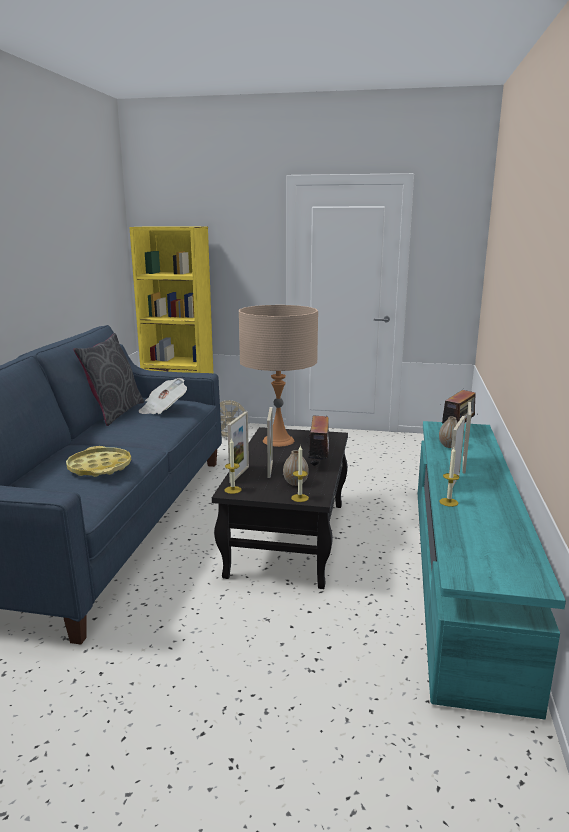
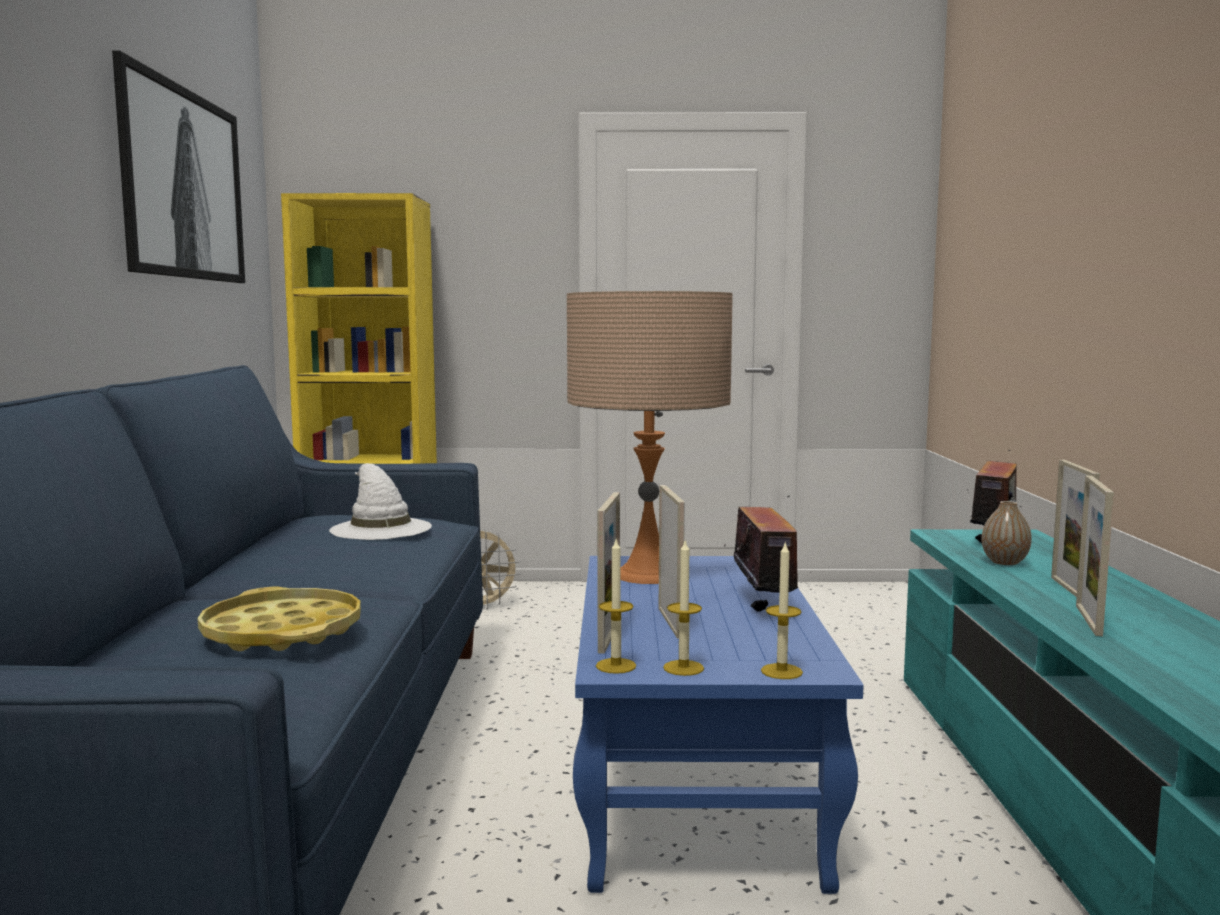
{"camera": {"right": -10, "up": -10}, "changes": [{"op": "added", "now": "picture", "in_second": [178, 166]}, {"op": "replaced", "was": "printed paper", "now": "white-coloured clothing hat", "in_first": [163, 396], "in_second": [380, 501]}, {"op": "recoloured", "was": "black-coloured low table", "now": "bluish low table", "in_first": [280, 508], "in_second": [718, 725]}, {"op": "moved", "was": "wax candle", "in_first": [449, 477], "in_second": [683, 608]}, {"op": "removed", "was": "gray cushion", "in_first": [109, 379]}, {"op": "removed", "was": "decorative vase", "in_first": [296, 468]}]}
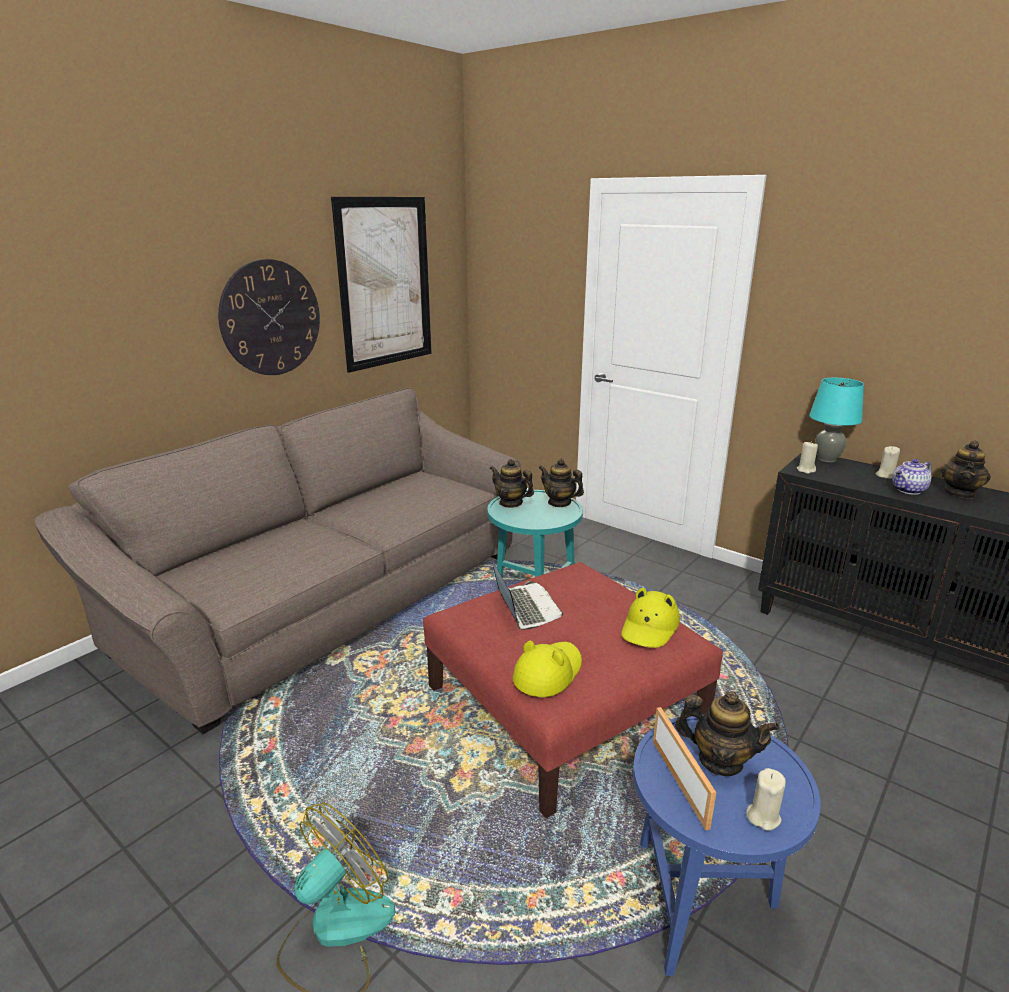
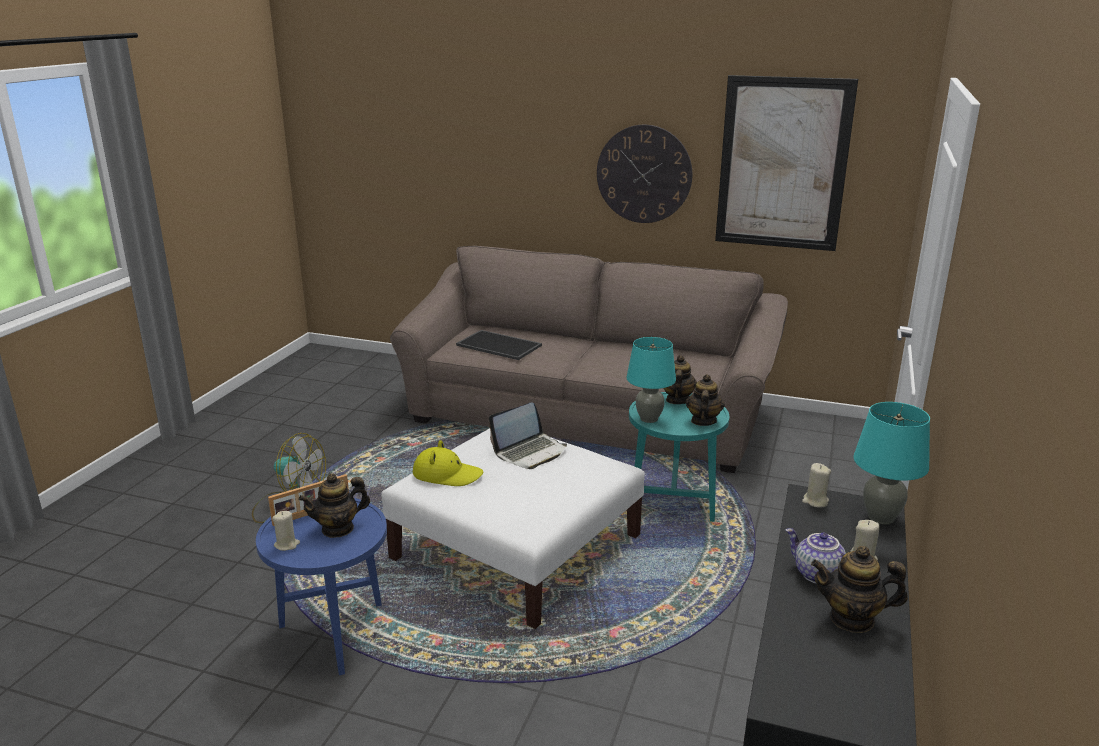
{"camera": {"right": 70, "up": 0}, "changes": [{"op": "turned", "was": "teapot", "in_first": [727, 733], "in_second": [334, 505], "clockwise": 60}, {"op": "recoloured", "was": "reddish ottoman", "now": "white-coloured ottoman", "in_first": [573, 690], "in_second": [513, 528]}, {"op": "added", "now": "carrying tray", "in_second": [499, 345]}, {"op": "added", "now": "blue-green tabletop lamp", "in_second": [651, 380]}, {"op": "removed", "was": "yellow-coloured clothing hat", "in_first": [650, 618]}]}
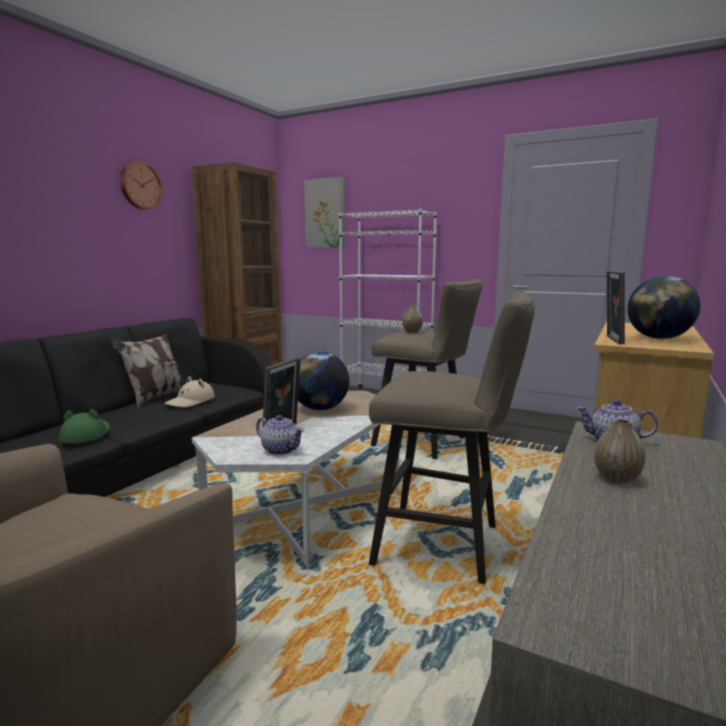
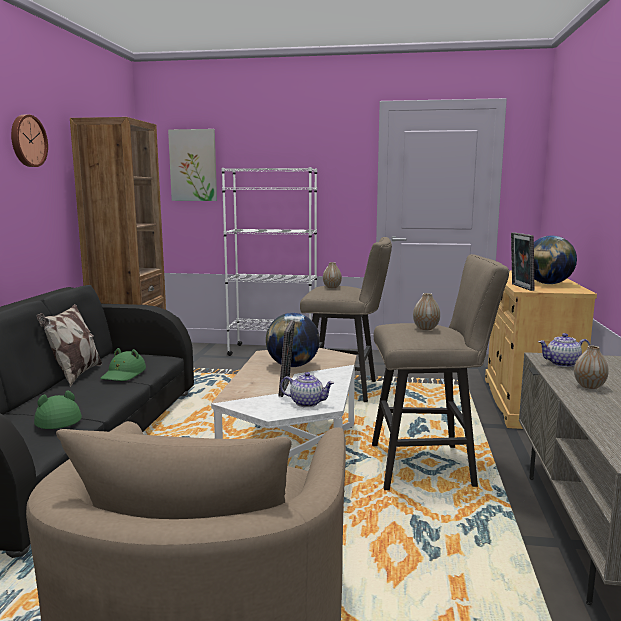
{"camera": {"right": -20, "up": 0}, "changes": [{"op": "recoloured", "was": "sand-coloured clothing hat", "now": "green-coloured clothing hat", "in_first": [189, 392], "in_second": [123, 364]}, {"op": "added", "now": "decorative vase", "in_second": [426, 311]}]}
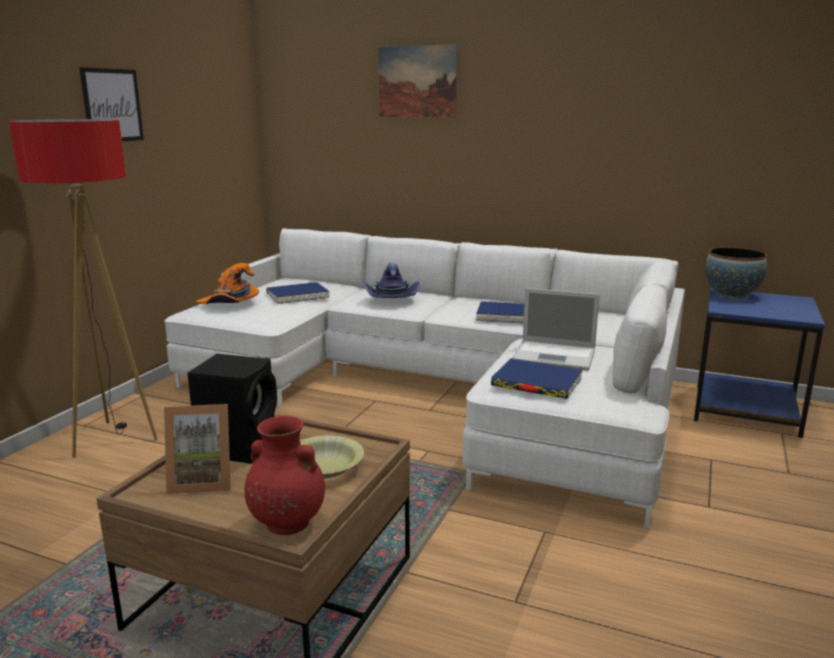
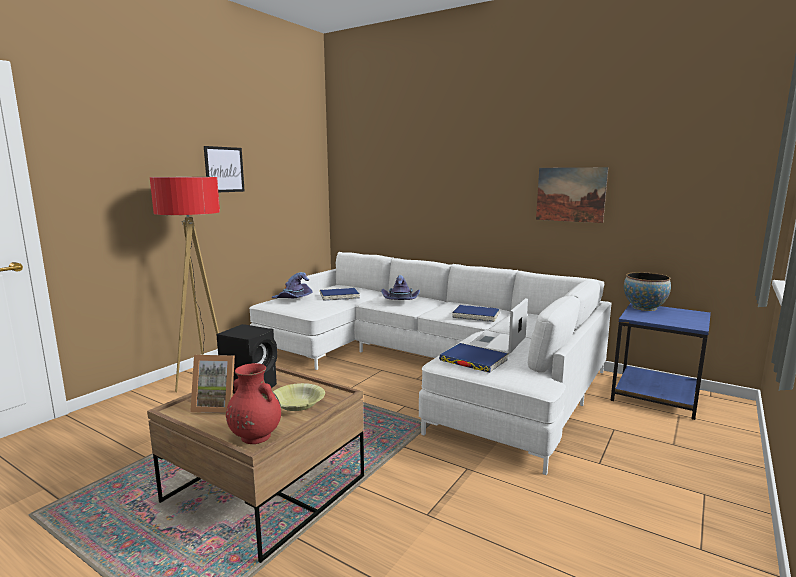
{"camera": {"right": 10, "up": -5}, "changes": [{"op": "recoloured", "was": "orangey clothing hat", "now": "purple clothing hat", "in_first": [227, 283], "in_second": [292, 285]}, {"op": "turned", "was": "notebook computer", "in_first": [556, 329], "in_second": [498, 326], "clockwise": 90}, {"op": "moved", "was": "picture", "in_first": [418, 81], "in_second": [572, 195]}]}
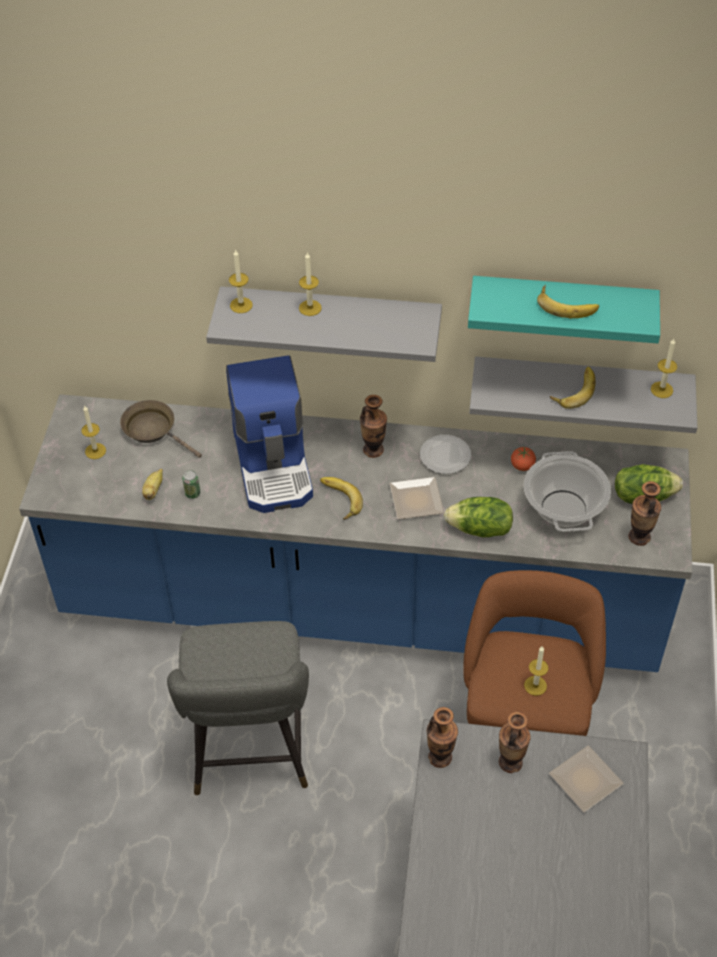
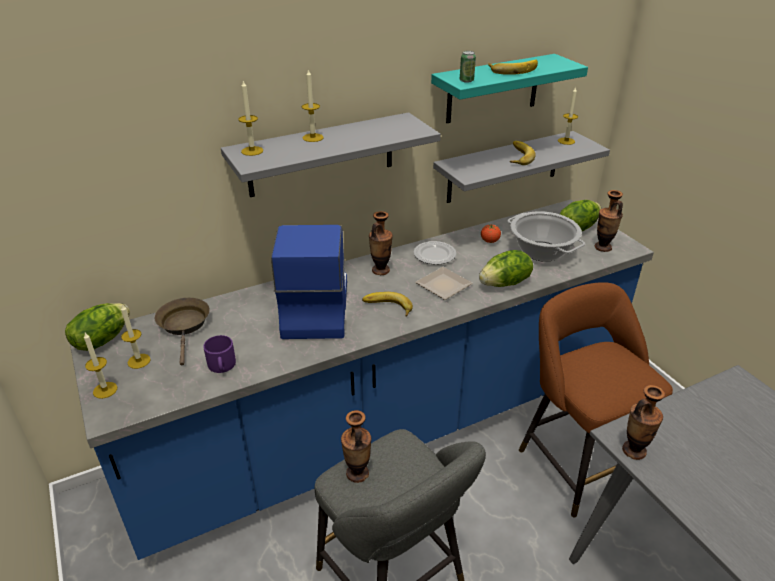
{"camera": {"right": -35, "up": -15}, "changes": [{"op": "added", "now": "lettuce head", "in_second": [97, 327]}, {"op": "moved", "was": "wax candle", "in_first": [536, 671], "in_second": [100, 366]}, {"op": "turned", "was": "brown-coloured skillet", "in_first": [161, 429], "in_second": [182, 331], "clockwise": 75}, {"op": "replaced", "was": "banana fruit", "now": "purple mug", "in_first": [152, 484], "in_second": [219, 354]}, {"op": "turned", "was": "coffee maker", "in_first": [269, 434], "in_second": [309, 282], "clockwise": -135}, {"op": "moved", "was": "decorative vase", "in_first": [515, 742], "in_second": [356, 446]}, {"op": "moved", "was": "metal can", "in_first": [191, 484], "in_second": [468, 67]}, {"op": "removed", "was": "flat dish", "in_first": [586, 779]}]}
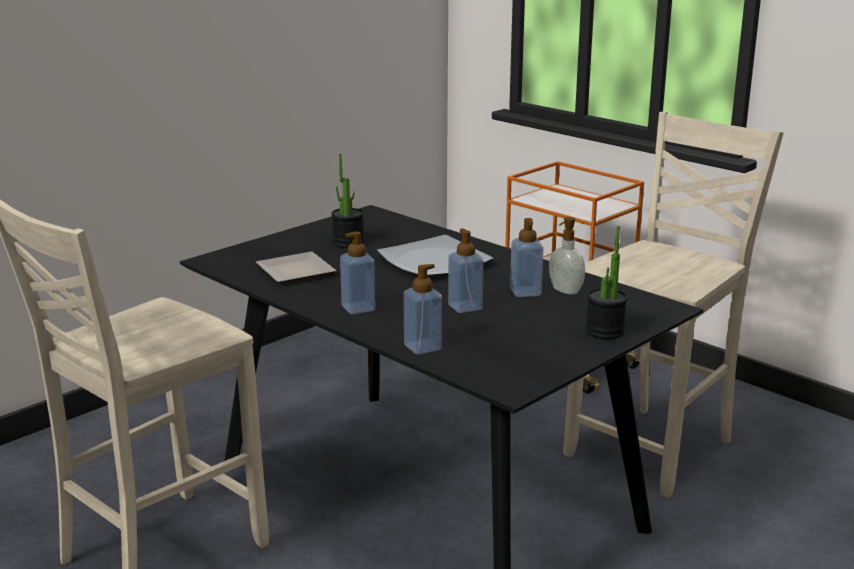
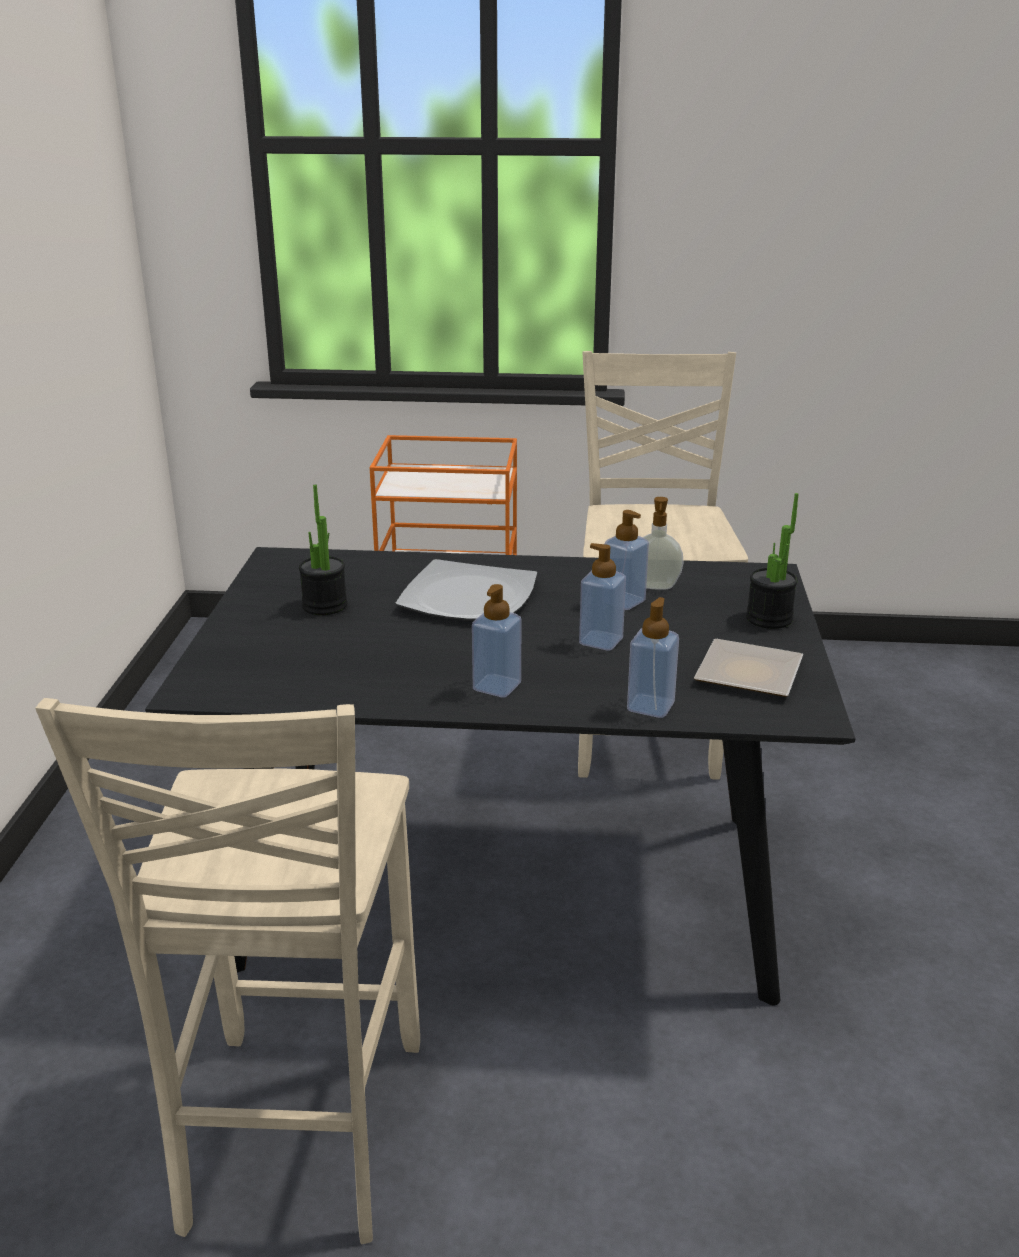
{"camera": {"right": -40, "up": 5}, "changes": [{"op": "moved", "was": "flat dish", "in_first": [296, 267], "in_second": [748, 668]}]}
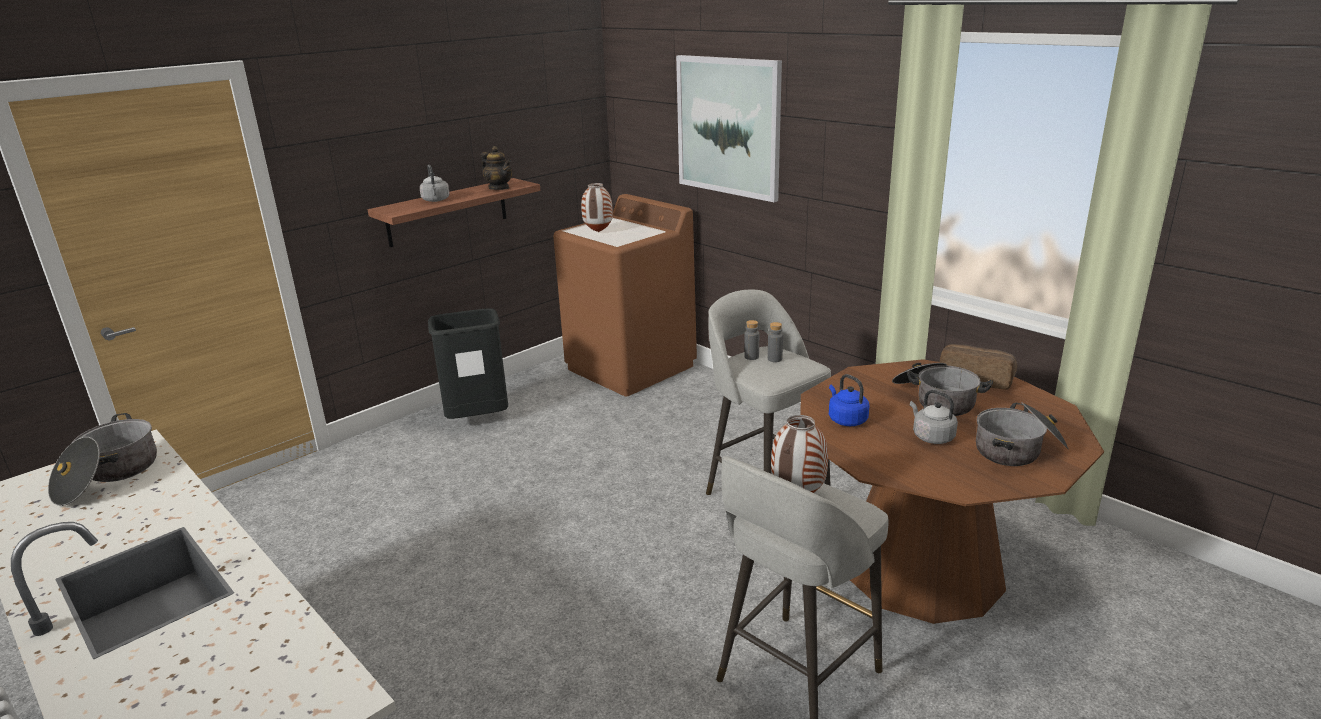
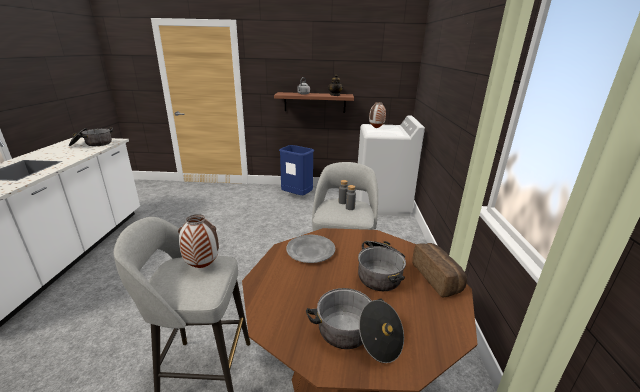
{"camera": {"right": 45, "up": 0}, "changes": [{"op": "recoloured", "was": "black-coloured waste bin", "now": "bluish waste bin", "in_first": [468, 363], "in_second": [296, 170]}, {"op": "replaced", "was": "bluish water kettle", "now": "gray flat dish", "in_first": [849, 400], "in_second": [310, 249]}, {"op": "recoloured", "was": "brown-coloured laundry machine", "now": "white-coloured laundry machine", "in_first": [625, 295], "in_second": [390, 166]}, {"op": "removed", "was": "picture", "in_first": [729, 128]}, {"op": "removed", "was": "gray water kettle", "in_first": [934, 417]}]}
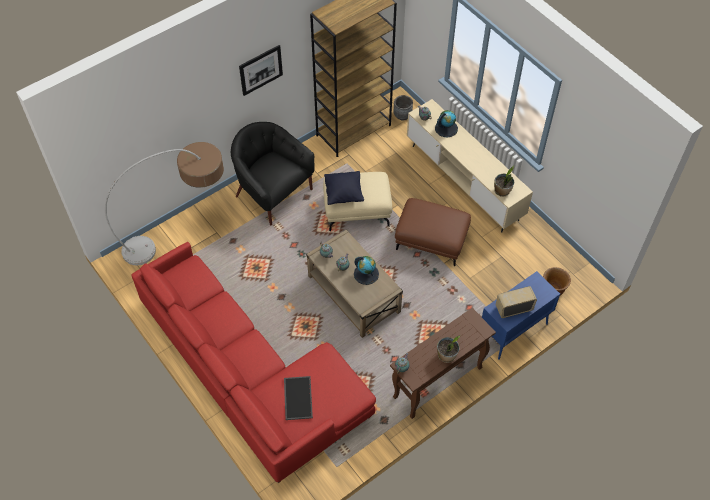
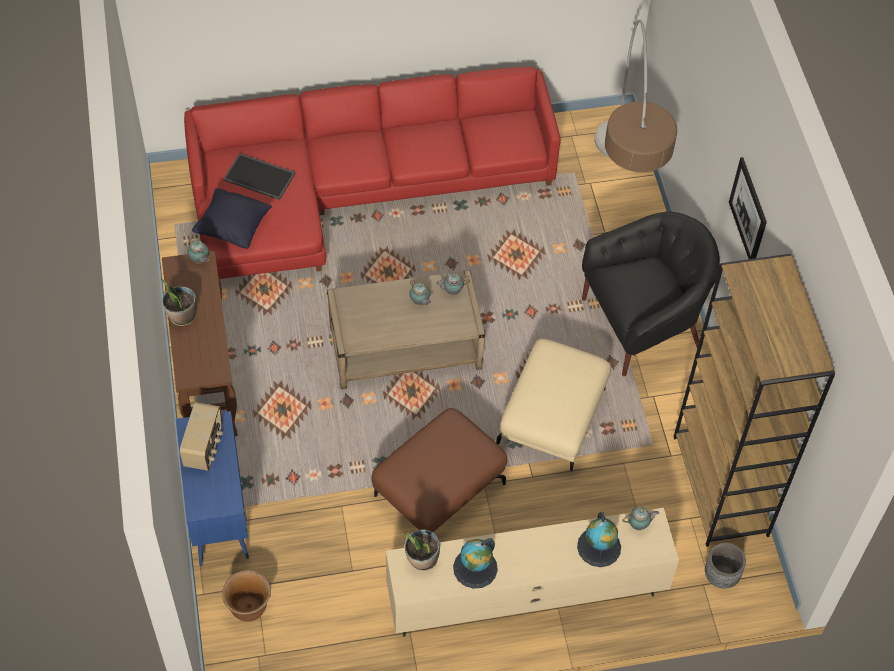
{"camera": {"right": 115, "up": 0}, "changes": [{"op": "moved", "was": "black-coloured cushion", "in_first": [344, 188], "in_second": [232, 218]}, {"op": "moved", "was": "desk globe", "in_first": [366, 270], "in_second": [475, 563]}]}
